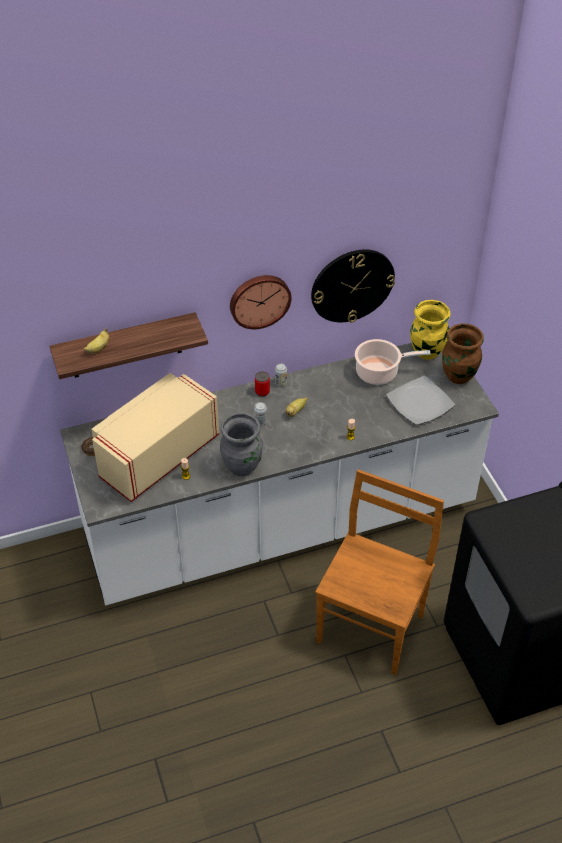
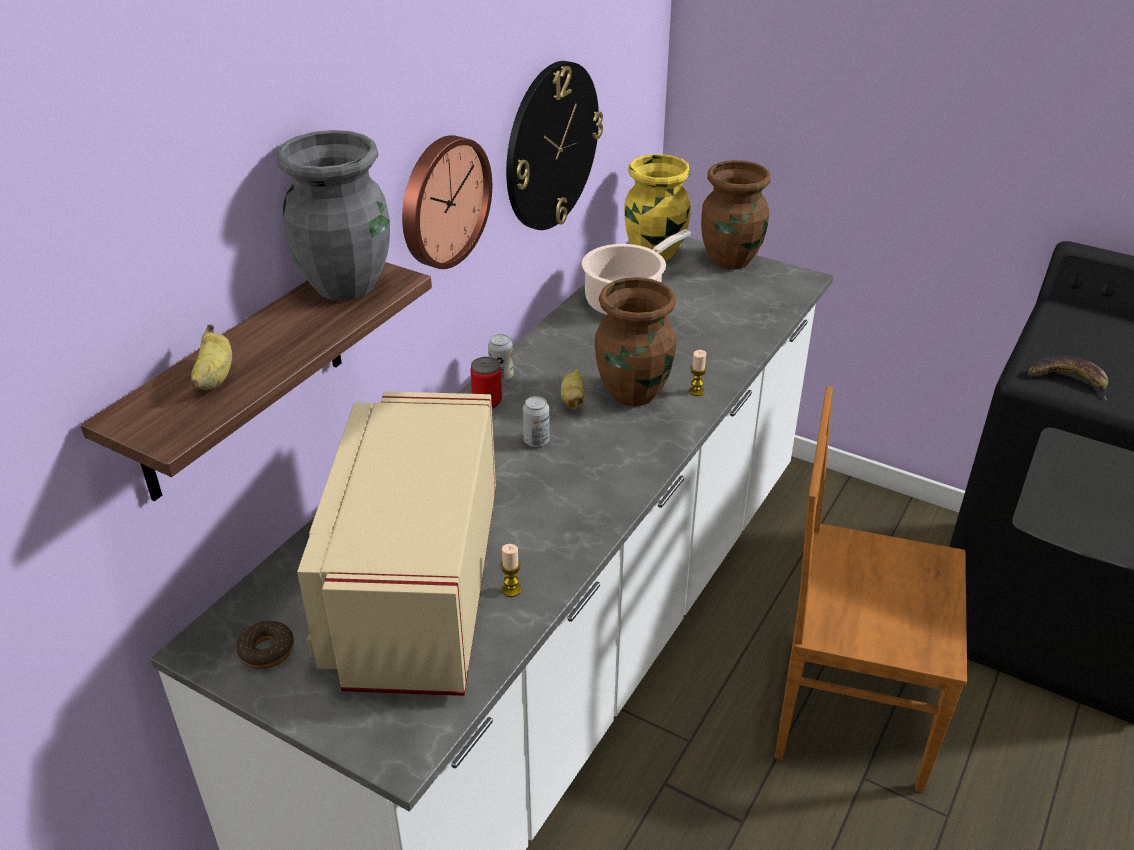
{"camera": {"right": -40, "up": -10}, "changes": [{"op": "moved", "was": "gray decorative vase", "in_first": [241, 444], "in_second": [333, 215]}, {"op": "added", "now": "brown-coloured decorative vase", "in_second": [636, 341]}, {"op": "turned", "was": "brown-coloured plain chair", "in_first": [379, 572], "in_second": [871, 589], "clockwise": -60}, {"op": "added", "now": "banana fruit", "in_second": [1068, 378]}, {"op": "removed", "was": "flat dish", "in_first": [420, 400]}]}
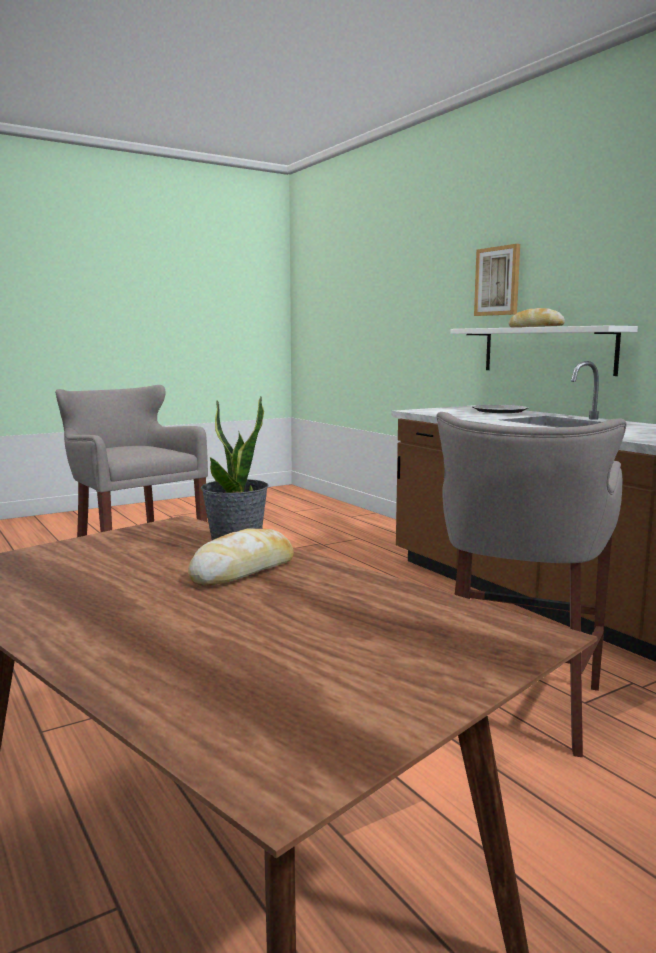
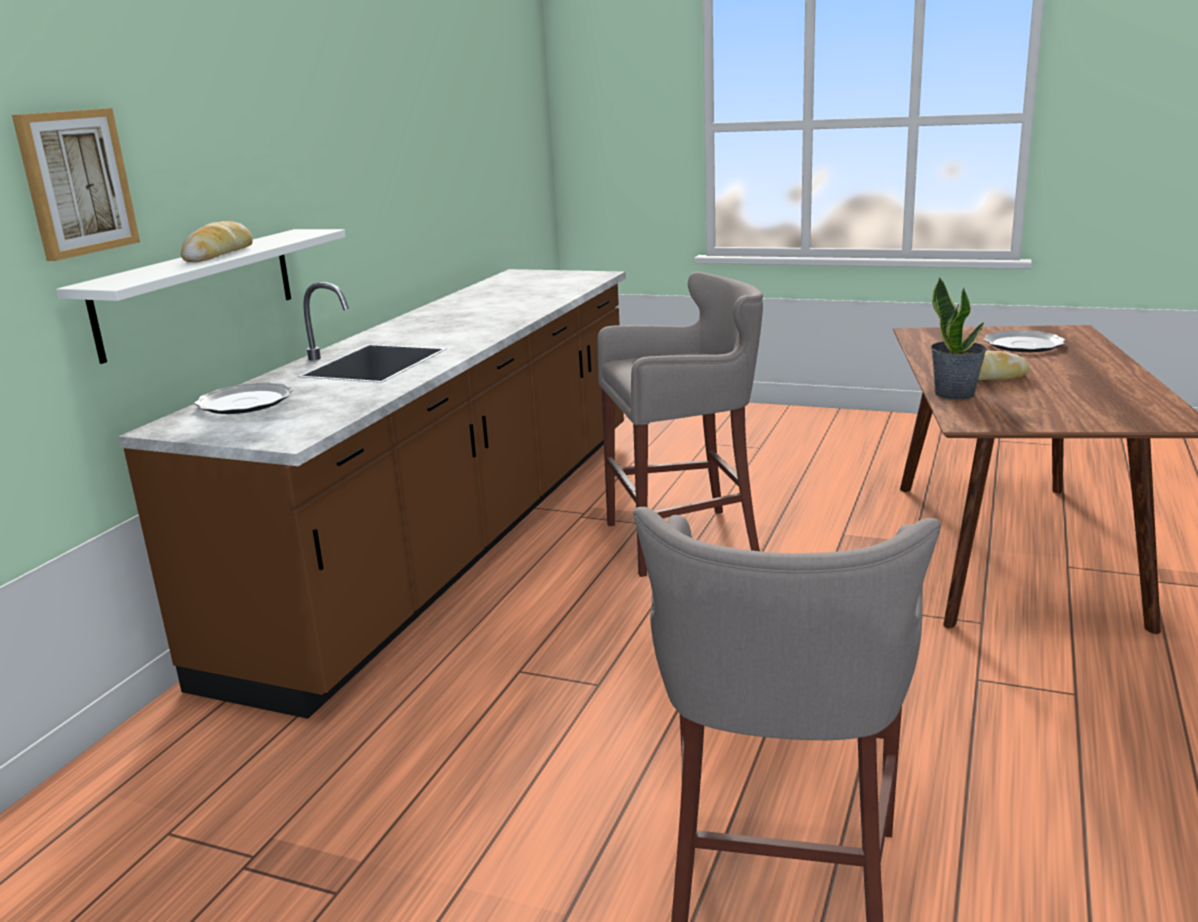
{"camera": {"right": -125, "up": 10}, "changes": [{"op": "added", "now": "flat dish", "in_second": [1024, 341]}]}
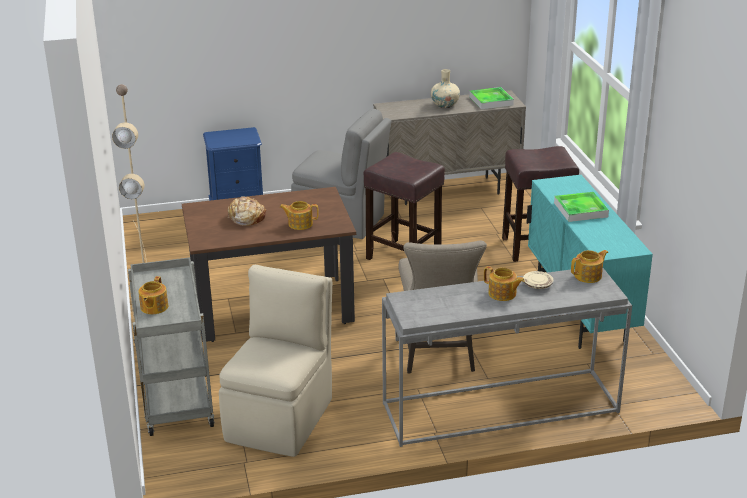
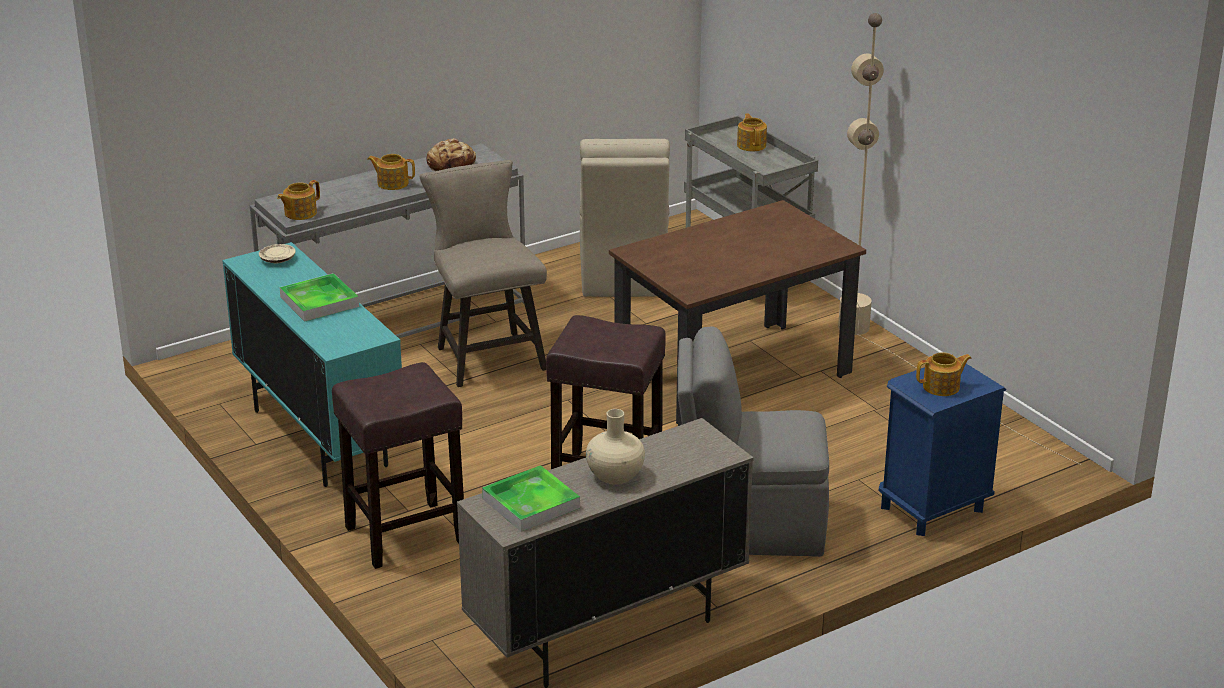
{"camera": {"right": 160, "up": 0}, "changes": [{"op": "moved", "was": "sand-coloured flat dish", "in_first": [538, 280], "in_second": [277, 254]}, {"op": "moved", "was": "bread", "in_first": [246, 211], "in_second": [451, 154]}, {"op": "moved", "was": "teapot", "in_first": [299, 215], "in_second": [944, 374]}]}
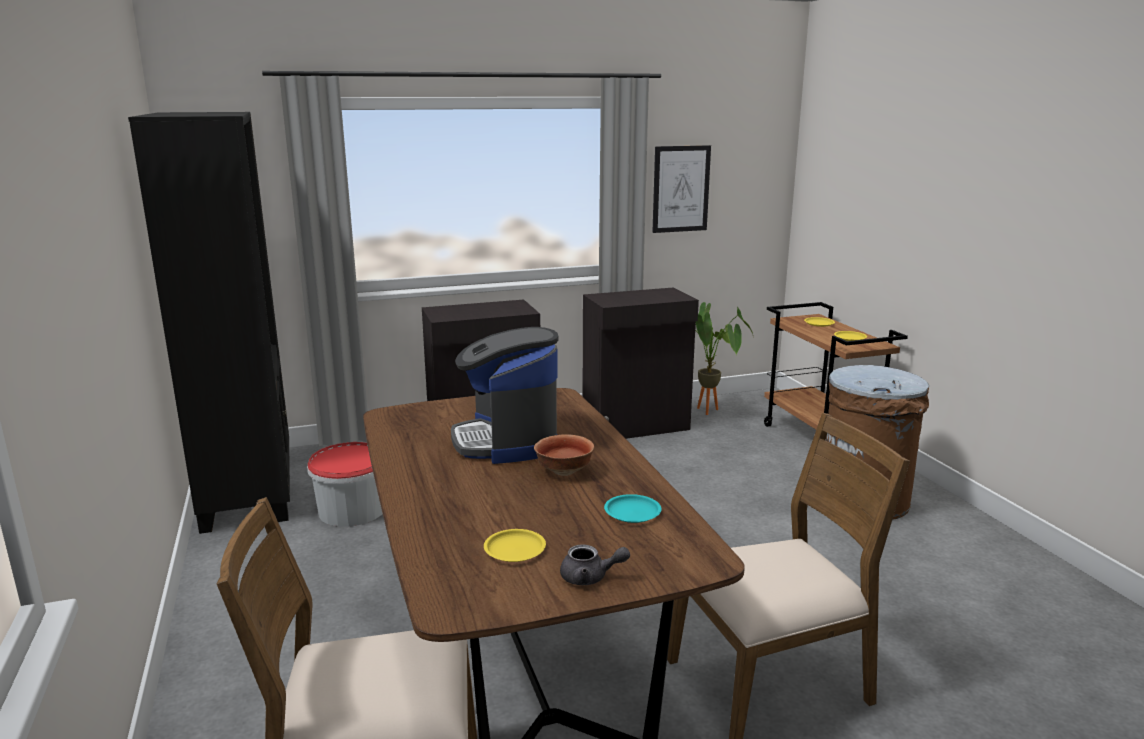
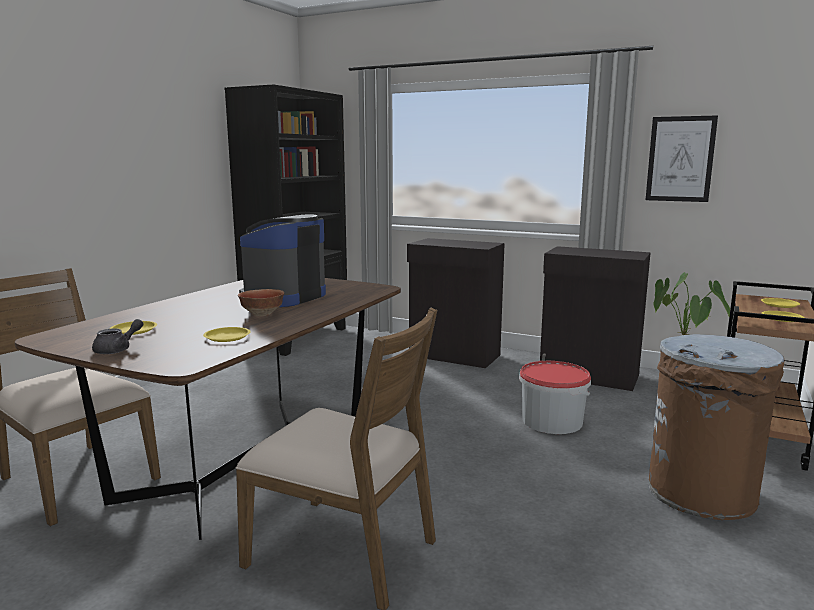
{"camera": {"right": 45, "up": -5}, "changes": [{"op": "turned", "was": "gray teapot", "in_first": [595, 565], "in_second": [118, 336], "clockwise": -105}, {"op": "recoloured", "was": "blue-green flat dish", "now": "yellow-coloured flat dish", "in_first": [632, 508], "in_second": [227, 334]}, {"op": "moved", "was": "bucket", "in_first": [345, 484], "in_second": [555, 397]}]}
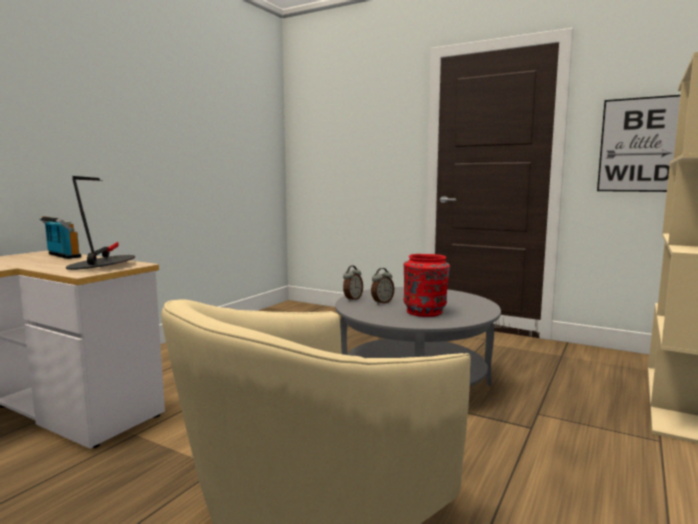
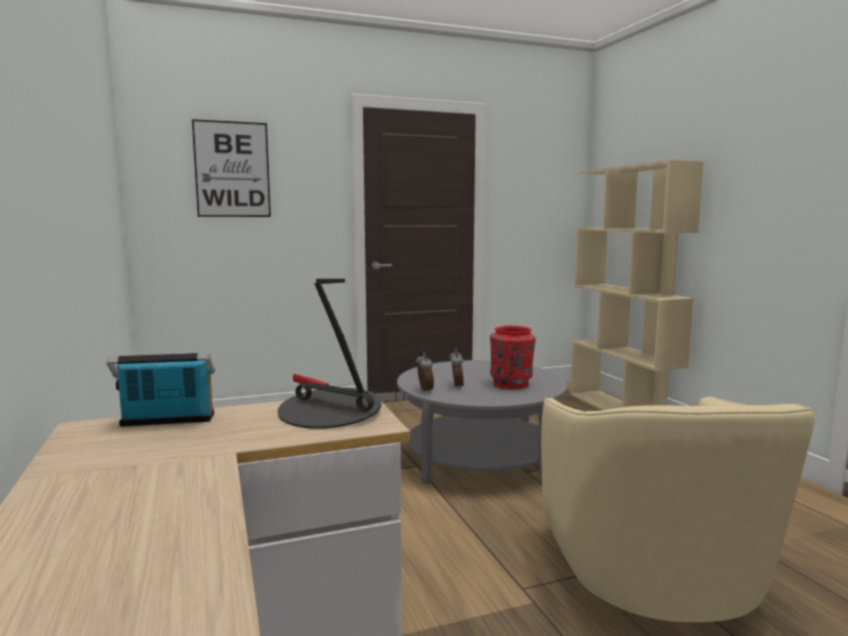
{"camera": {"right": -50, "up": 0}, "changes": [{"op": "moved", "was": "picture", "in_first": [638, 143], "in_second": [231, 168]}]}
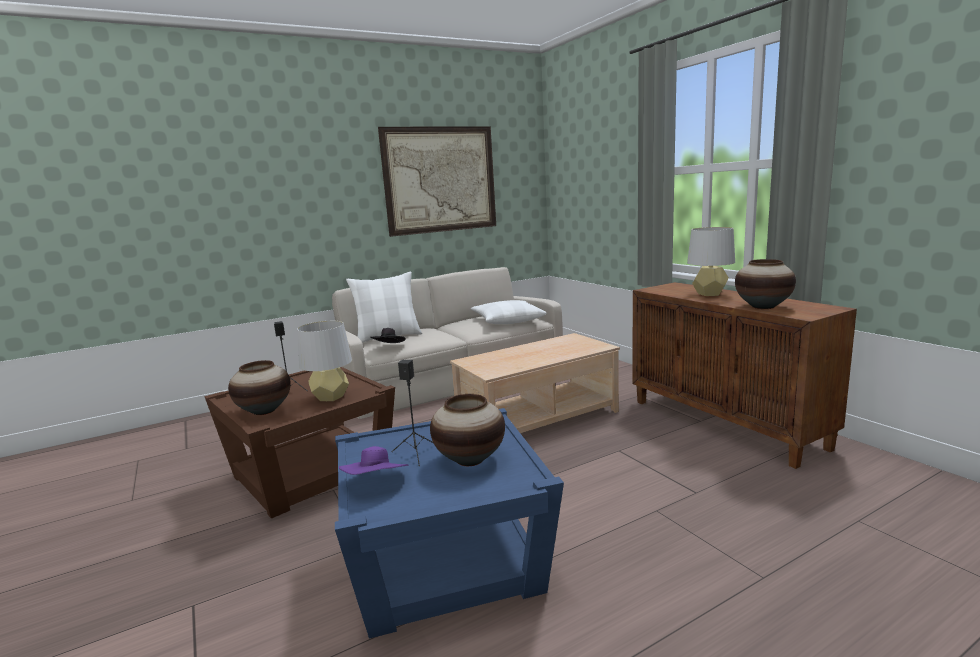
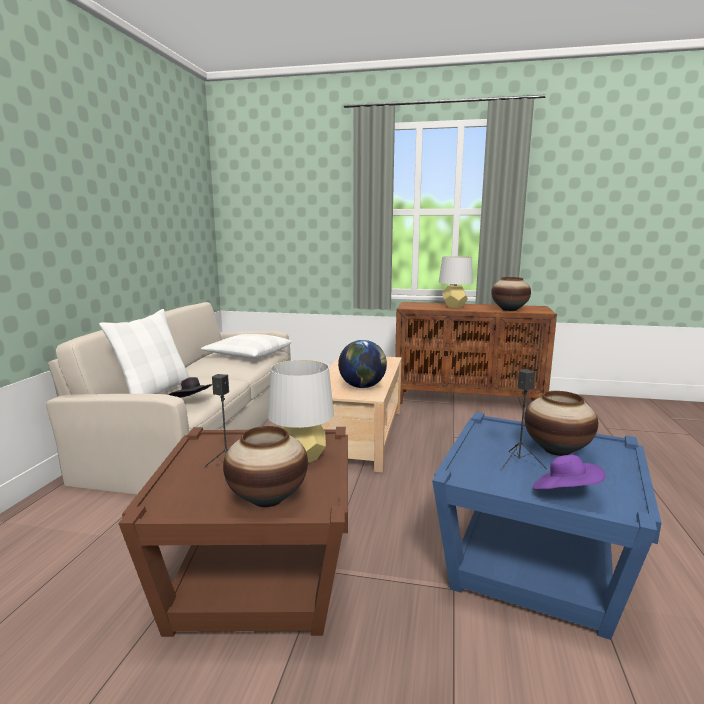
{"camera": {"right": -50, "up": 0}, "changes": [{"op": "added", "now": "desk globe", "in_second": [362, 364]}, {"op": "removed", "was": "picture", "in_first": [437, 181]}]}
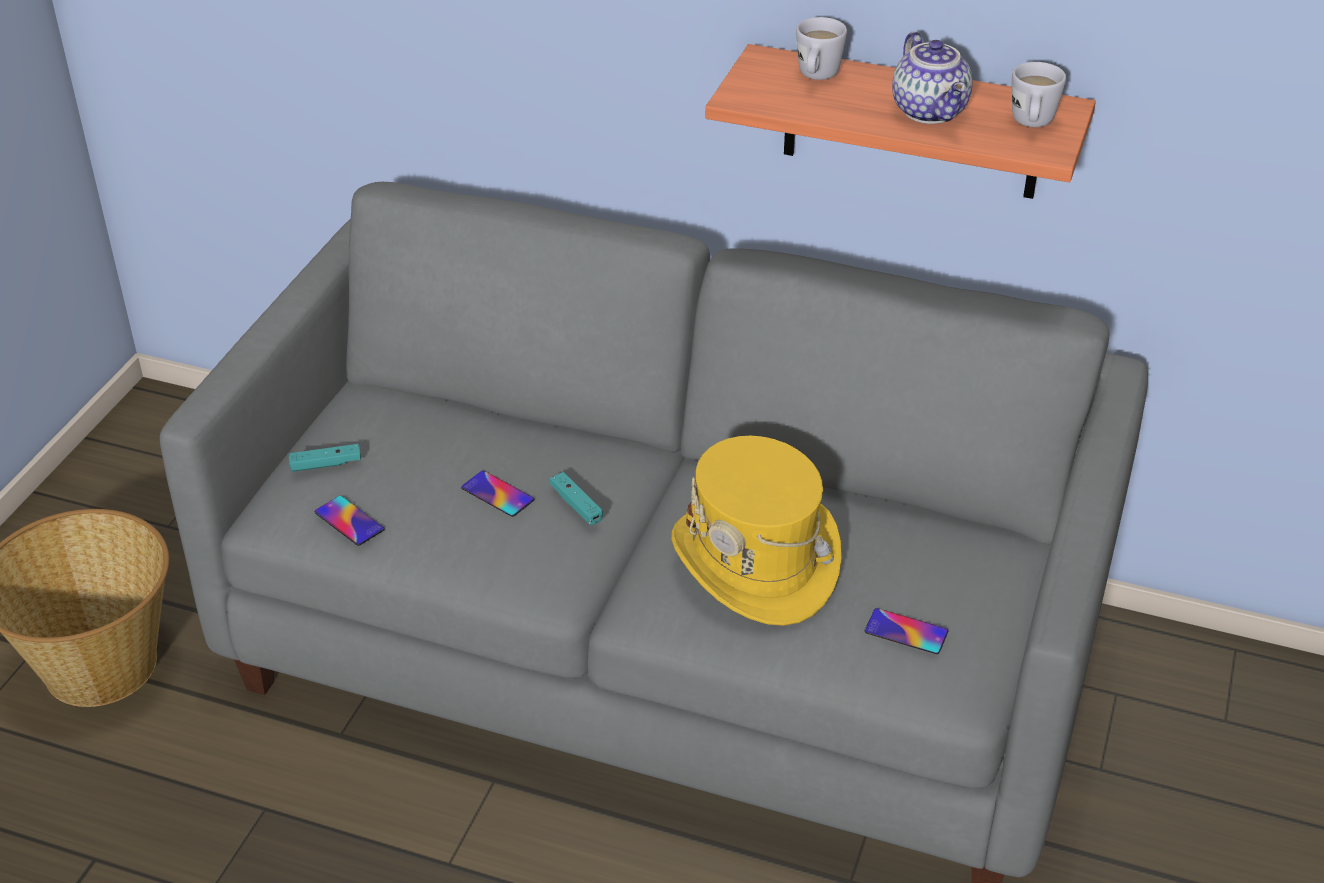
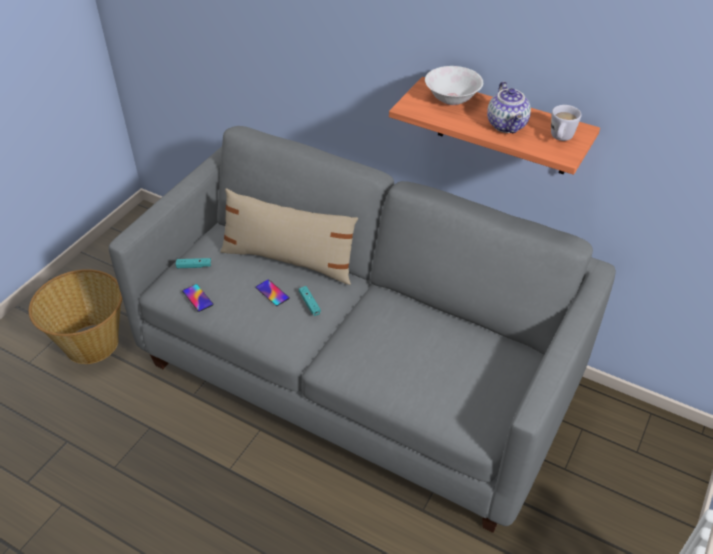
{"camera": {"right": 10, "up": 5}, "changes": [{"op": "added", "now": "sand-coloured cushion", "in_second": [289, 236]}, {"op": "replaced", "was": "white-coloured mug", "now": "white-coloured bowl", "in_first": [821, 48], "in_second": [454, 85]}, {"op": "removed", "was": "yellow-coloured clothing hat", "in_first": [756, 531]}, {"op": "removed", "was": "telephone", "in_first": [906, 631]}]}
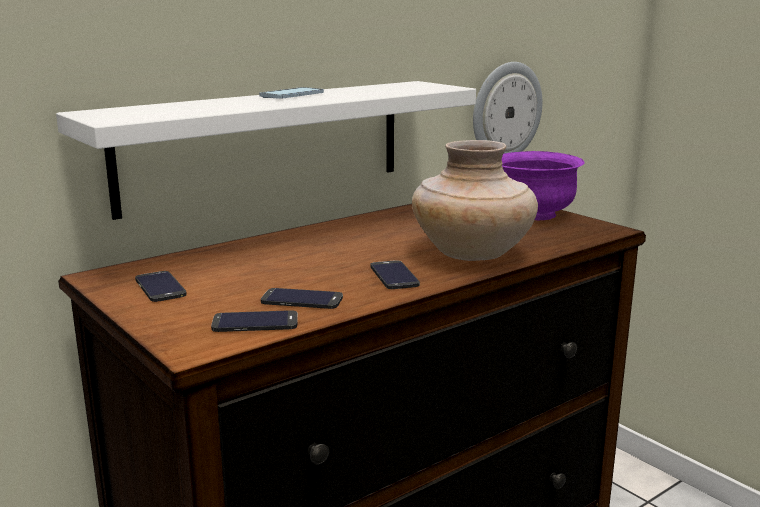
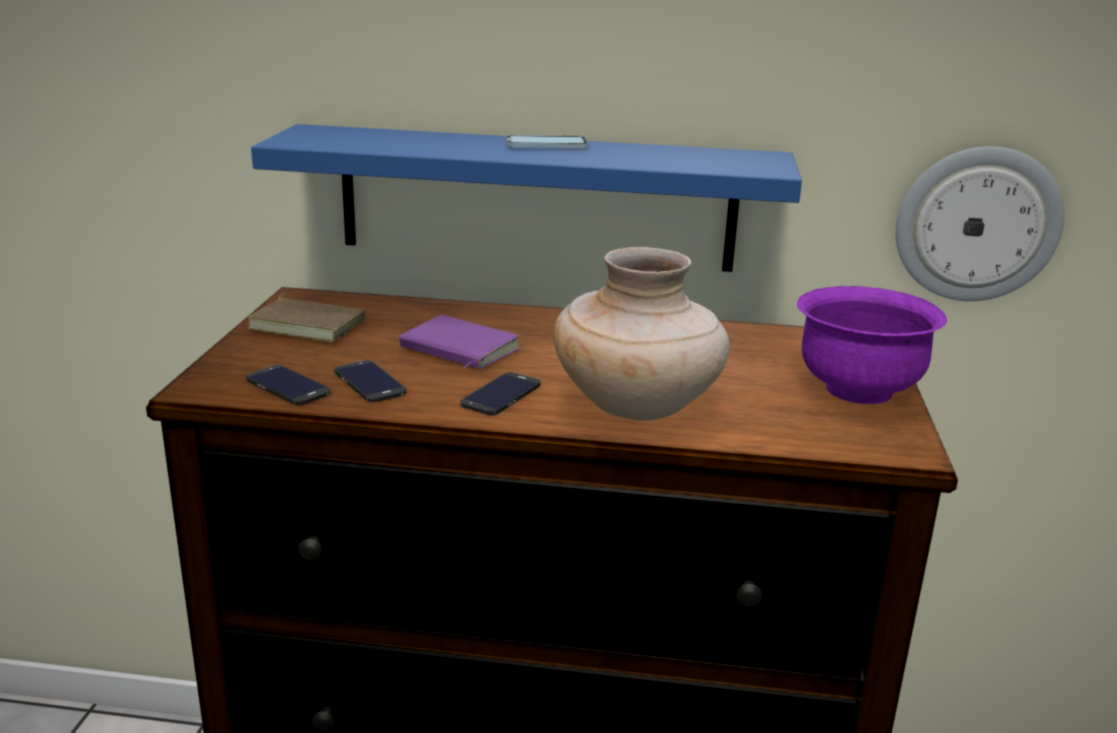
{"camera": {"right": 45, "up": 5}, "changes": [{"op": "replaced", "was": "telephone", "now": "brown-coloured bound book", "in_first": [161, 286], "in_second": [306, 317]}, {"op": "recoloured", "was": "white-coloured bracket shelf", "now": "bluish bracket shelf", "in_first": [266, 150], "in_second": [526, 198]}, {"op": "added", "now": "purple bound book", "in_second": [460, 342]}]}
